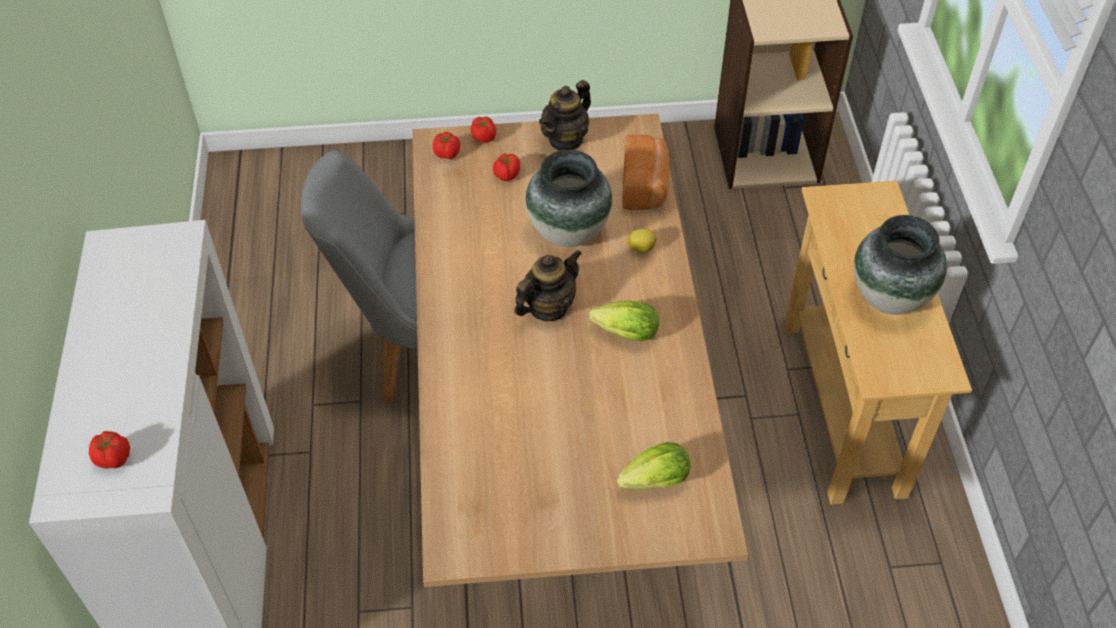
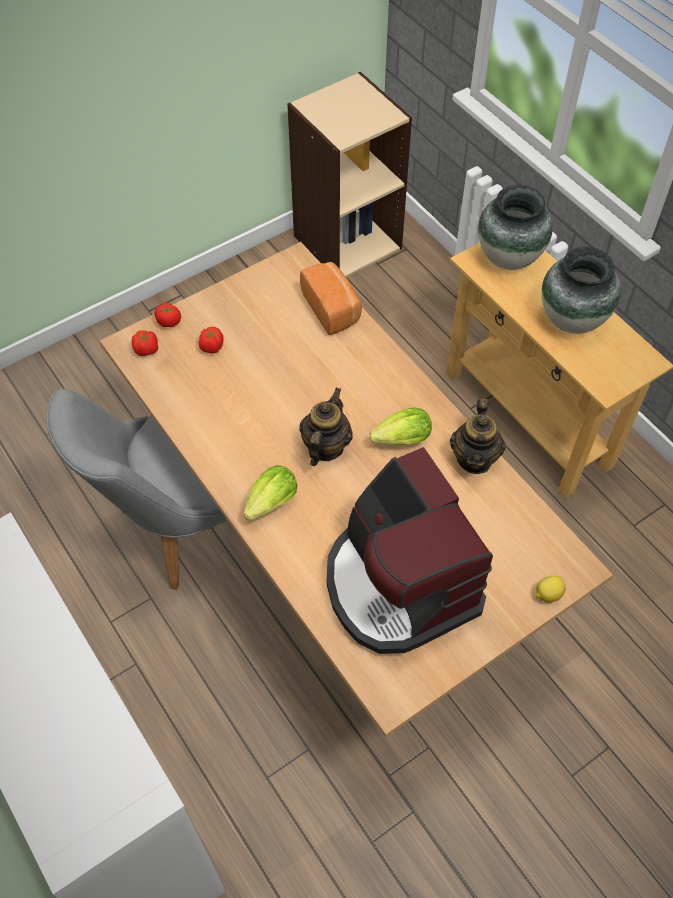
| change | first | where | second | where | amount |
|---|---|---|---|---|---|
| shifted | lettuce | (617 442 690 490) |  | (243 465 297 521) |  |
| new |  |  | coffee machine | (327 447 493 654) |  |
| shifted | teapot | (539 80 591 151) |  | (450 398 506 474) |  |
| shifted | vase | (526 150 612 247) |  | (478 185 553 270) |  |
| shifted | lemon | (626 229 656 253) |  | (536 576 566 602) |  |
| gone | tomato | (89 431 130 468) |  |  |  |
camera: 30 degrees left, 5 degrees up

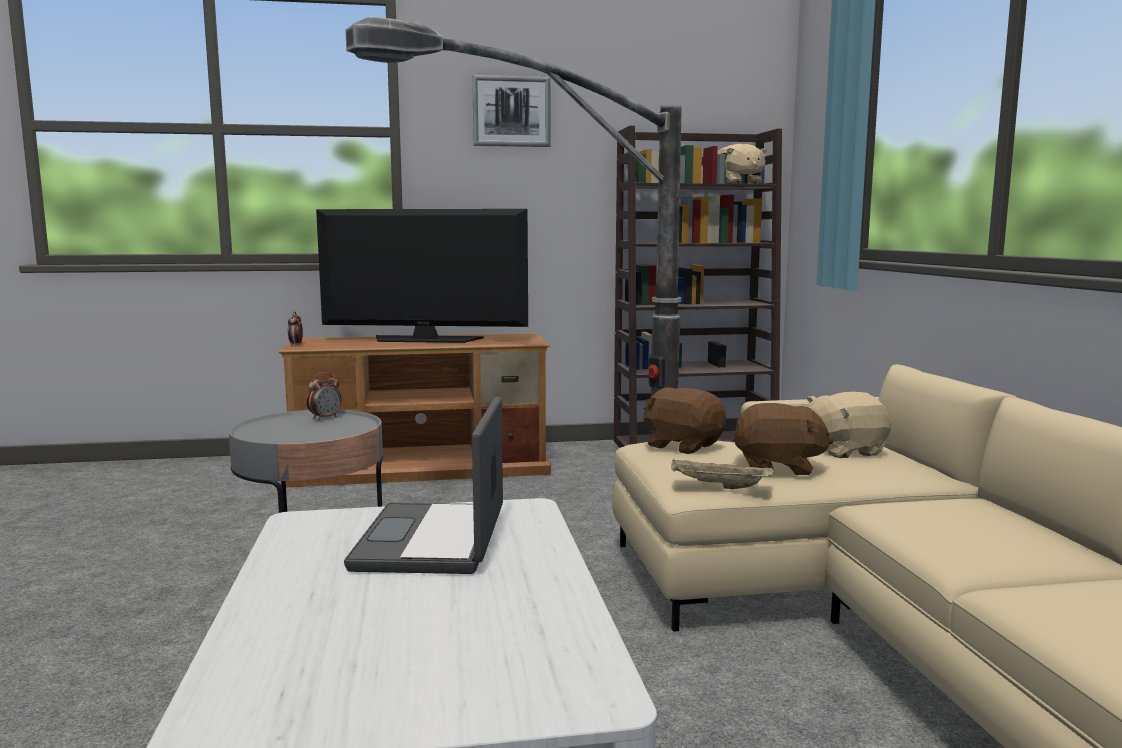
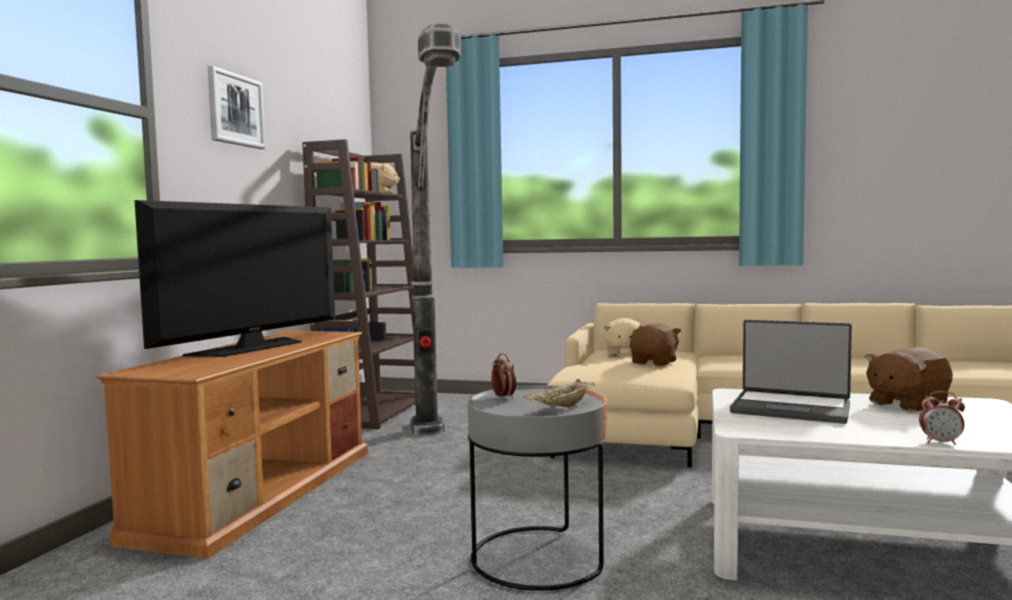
| change | first | where | second | where | amount |
|---|---|---|---|---|---|
| shifted | beige tray | (671 459 774 489) |  | (523 379 595 407) |  |
| shifted | brown plush toy | (643 388 726 454) |  | (865 347 953 412) |  |
| shifted | alarm clock | (288 311 303 346) |  | (919 391 965 445) |  |
camera: 65 degrees left, 5 degrees down

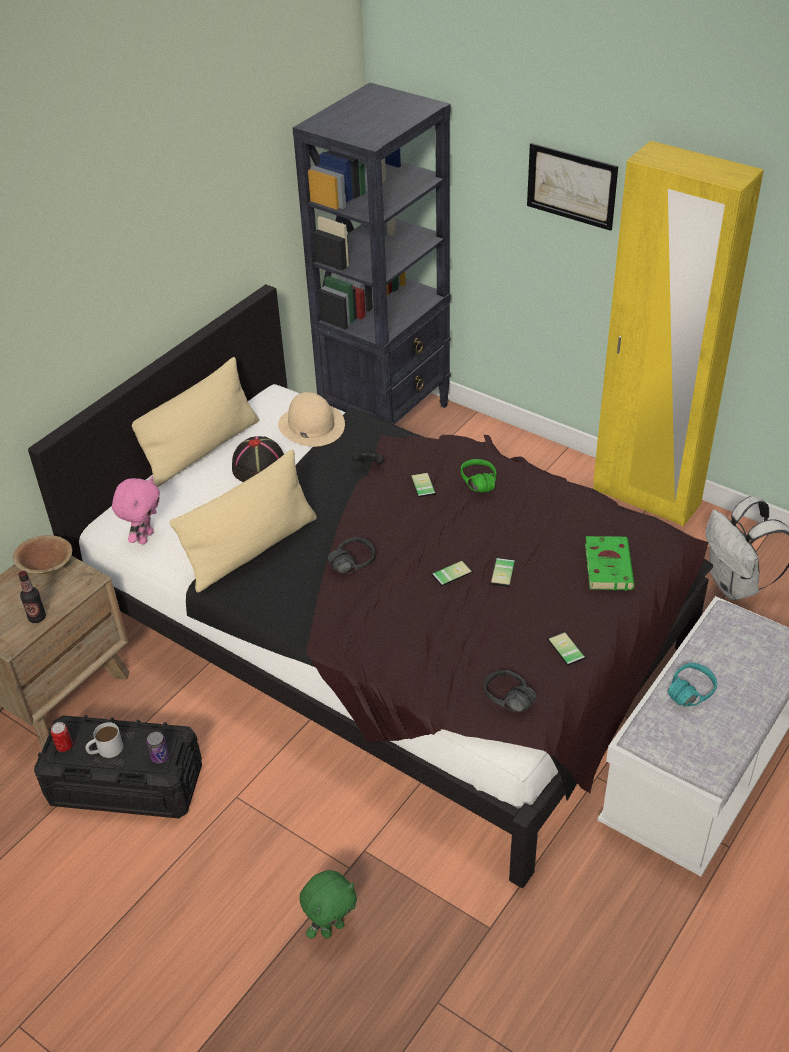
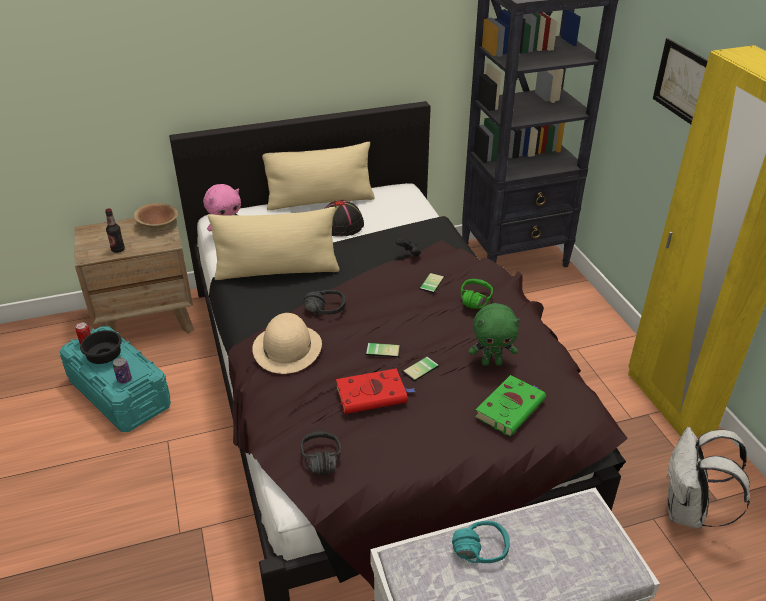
| change | first | where | second | where | amount |
|---|---|---|---|---|---|
| repainted | black storage box | (34 715 202 819) | turquoise storage box | (60 326 171 432) |  |
| swapped | white mug | (85 722 123 758) | black bowl | (80 330 122 364) |  |
| shifted | beige hat | (278 392 345 447) |  | (252 313 322 374) |  |
| new |  |  | red book | (336 369 416 414) |  |
| shifted | green plush toy | (299 870 357 939) |  | (469 303 520 366) |  |
| gone | phone | (547 631 586 665) |  |  |  |
camera: 35 degrees right, 5 degrees down

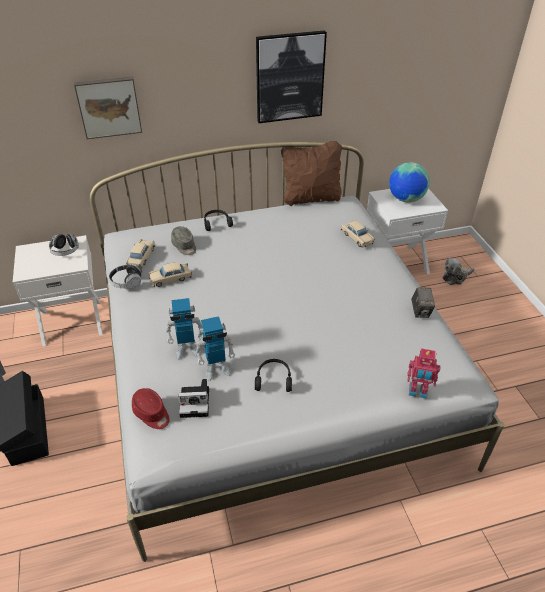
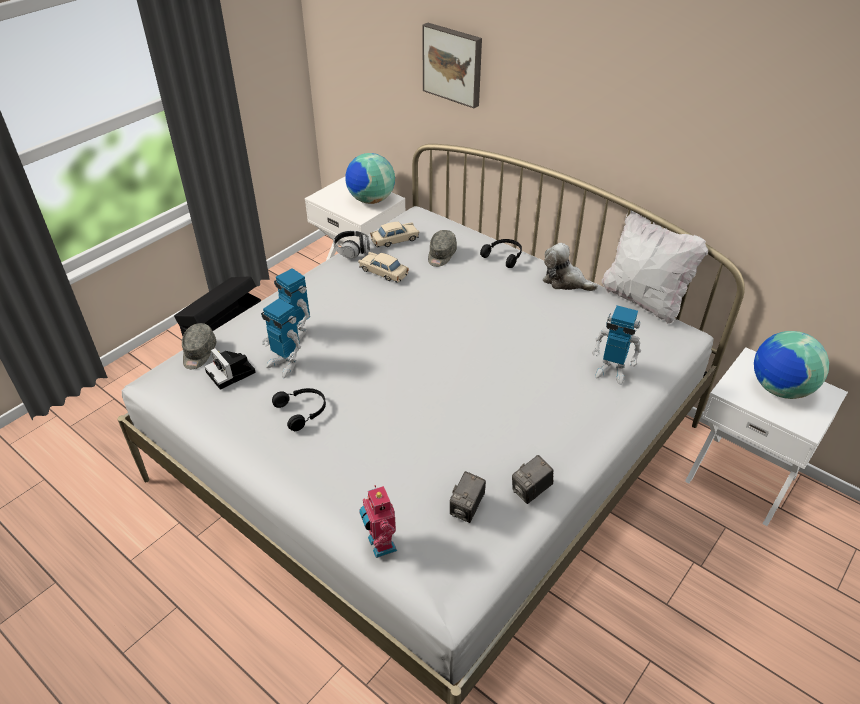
| change | first | where | second | where | amount |
|---|---|---|---|---|---|
| repainted | red cap | (132 388 169 429) | grey cap | (182 323 217 369) |  |
| swapped | headphones | (49 234 79 256) | globe | (345 153 395 204) |  |
| new |  |  | photo camera | (450 471 486 523) |  |
| shifted | plush toy | (443 258 474 285) |  | (542 243 598 291) |  |
| swapped | beige toy car | (341 221 375 248) | toy robot | (592 306 641 385) |  |
| repainted | brown pillow | (281 141 342 206) | white pillow | (602 211 708 324) |  |
| gone | picture | (256 30 327 123) |  |  |  |
camera: 55 degrees right, 0 degrees up

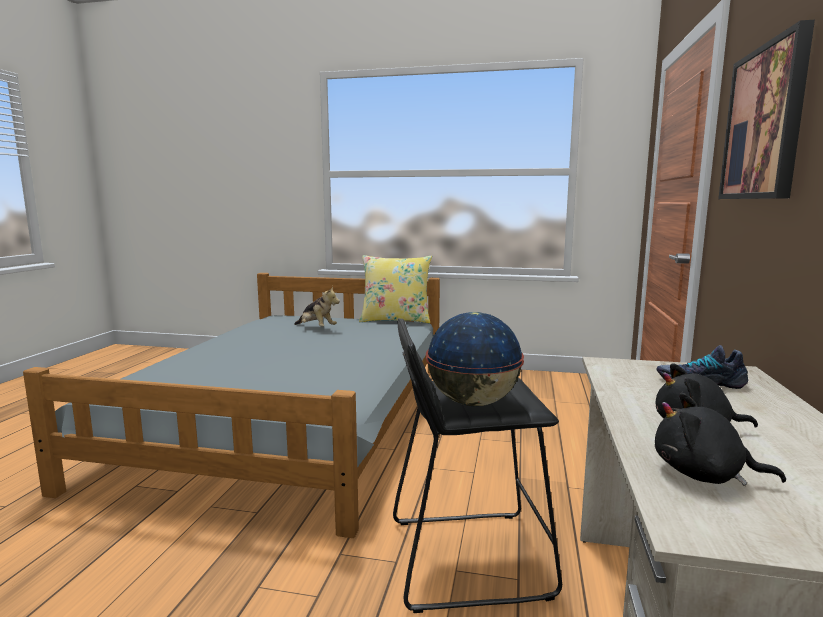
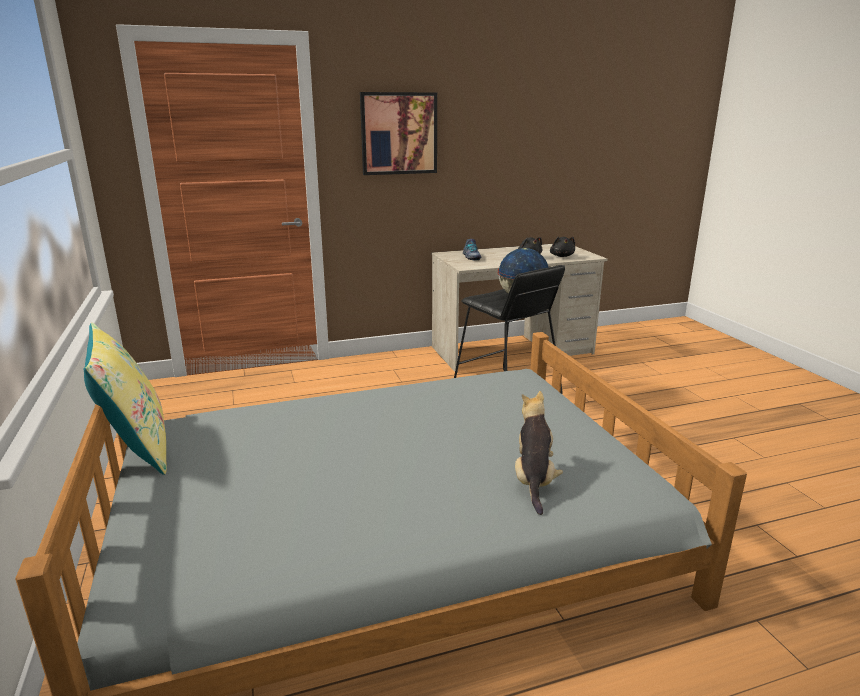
| change | first | where | second | where | amount |
|---|---|---|---|---|---|
| shifted | plush toy | (294 286 340 327) |  | (515 391 563 515) |  |
camera: 120 degrees left, 10 degrees up

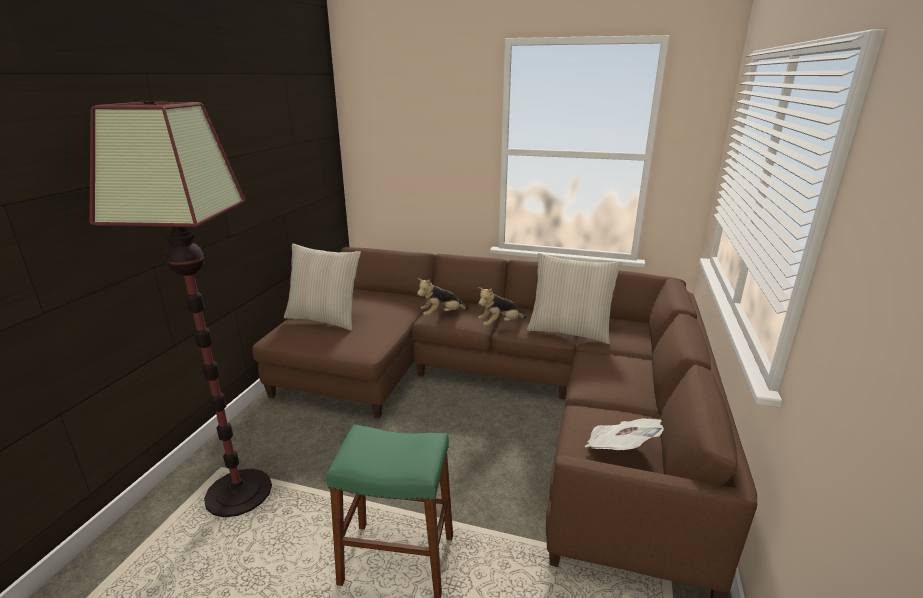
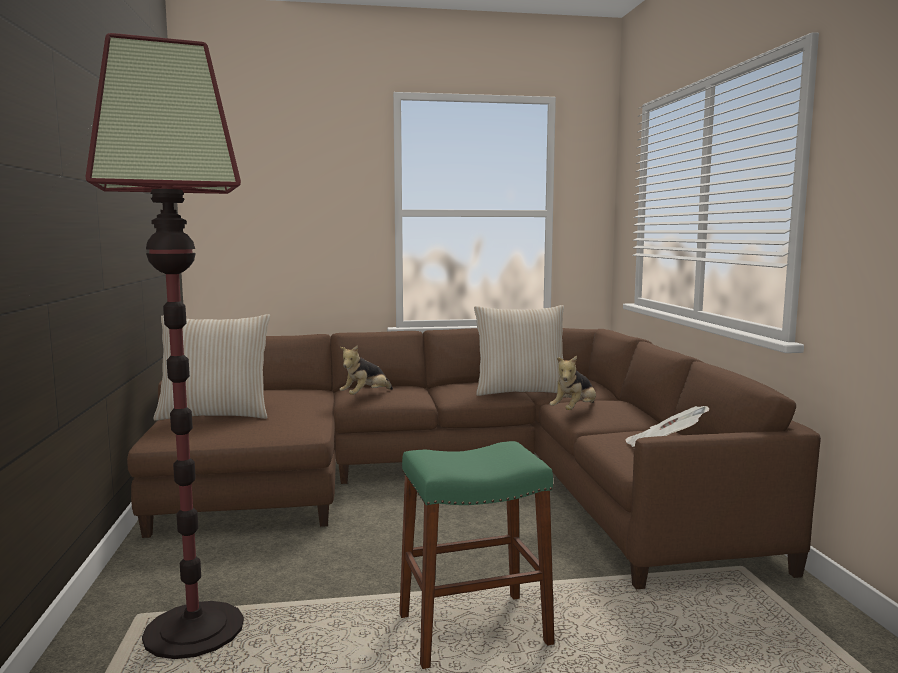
| change | first | where | second | where | amount |
|---|---|---|---|---|---|
| shifted | plush toy | (478 287 526 326) |  | (550 356 596 410) |  |
camera: 25 degrees left, 15 degrees down

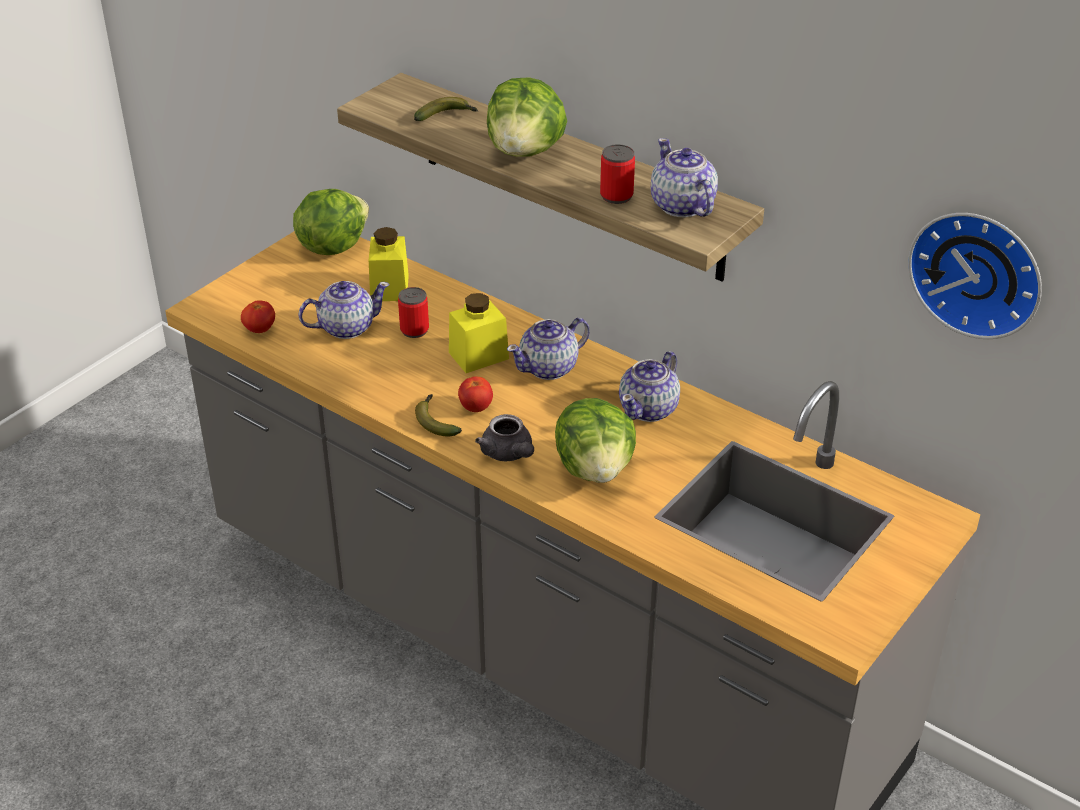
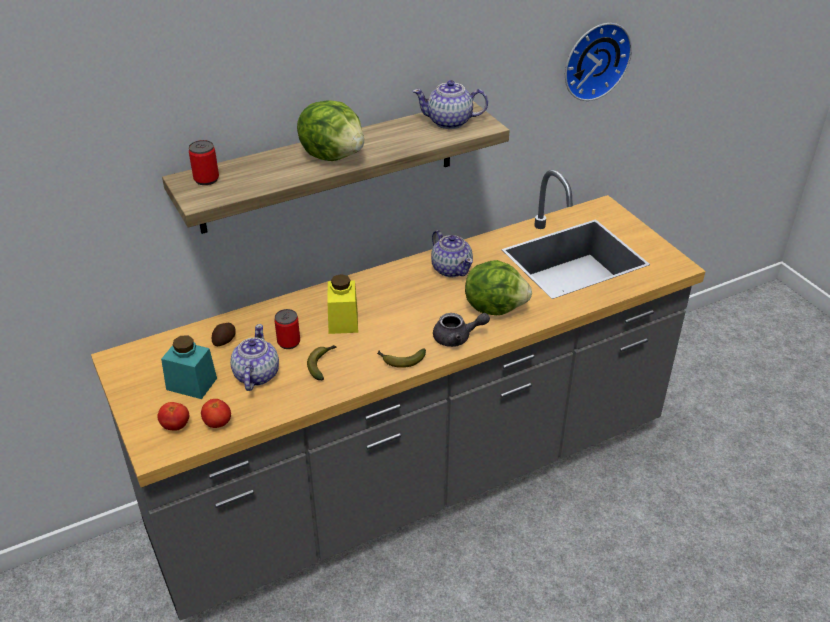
| change | first | where | second | where | amount |
|---|---|---|---|---|---|
| shifted | tomato | (458 376 493 412) |  | (157 402 189 431) |  |
| new |  |  | turquoise jar | (161 335 217 399) |  |
| shifted | can | (600 144 635 204) |  | (189 140 219 185) |  |
| swapped | yellow jar | (369 227 409 301) | potato | (212 323 236 346) |  |
| shifted | banana | (414 97 478 121) |  | (307 345 336 380) |  |
| gone | lettuce | (293 189 369 255) |  |  |  |
| gone | teapot | (507 318 589 380) |  |  |  |
camera: 65 degrees left, 0 degrees up

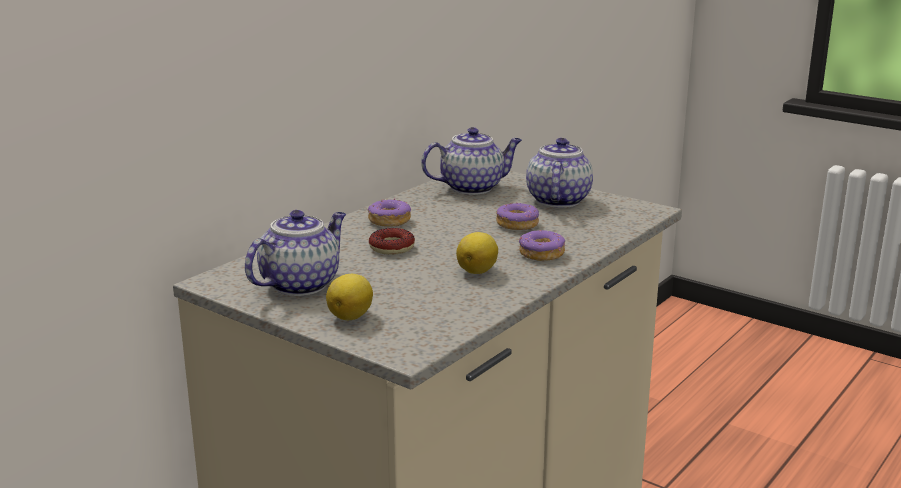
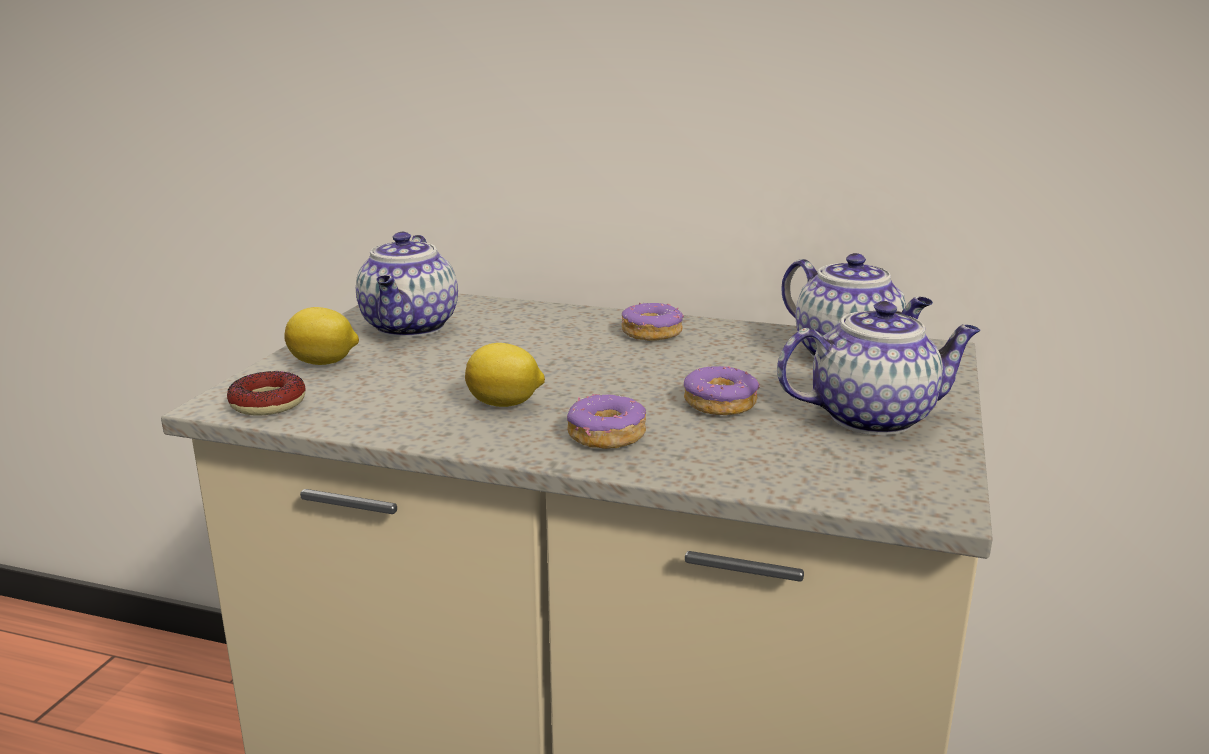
| change | first | where | second | where | amount |
|---|---|---|---|---|---|
| shifted | donut | (369 228 415 255) |  | (227 371 306 415) |  |
| rotated | teapot | (245 210 346 296) |  | (356 232 458 337) | 75 degrees clockwise |
camera: 70 degrees right, 0 degrees up

